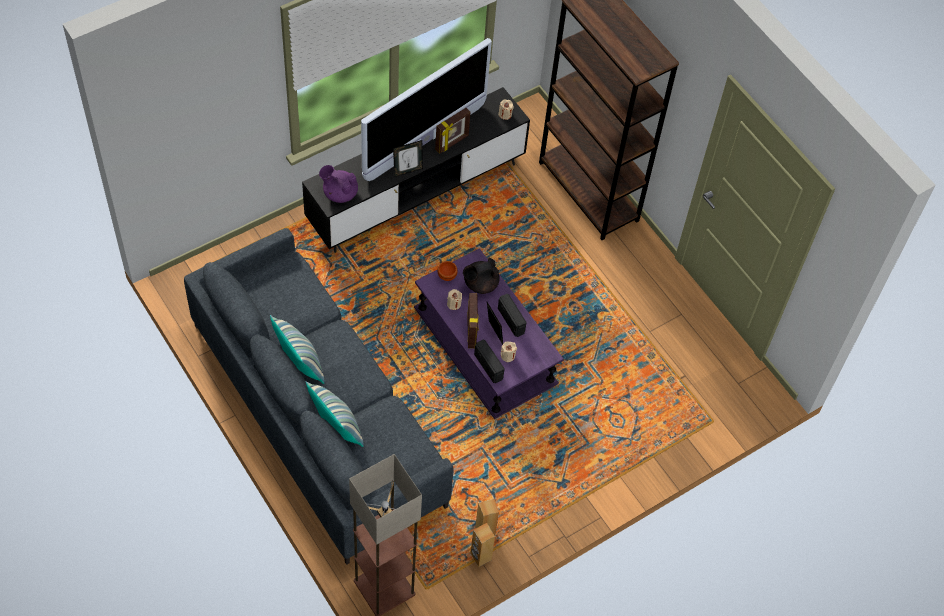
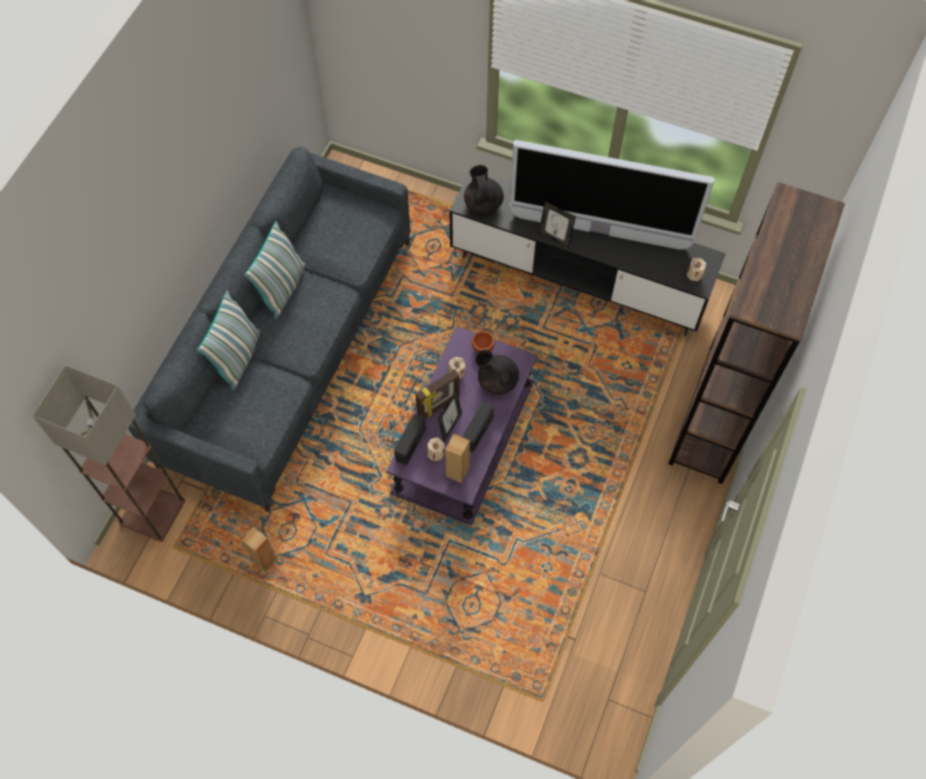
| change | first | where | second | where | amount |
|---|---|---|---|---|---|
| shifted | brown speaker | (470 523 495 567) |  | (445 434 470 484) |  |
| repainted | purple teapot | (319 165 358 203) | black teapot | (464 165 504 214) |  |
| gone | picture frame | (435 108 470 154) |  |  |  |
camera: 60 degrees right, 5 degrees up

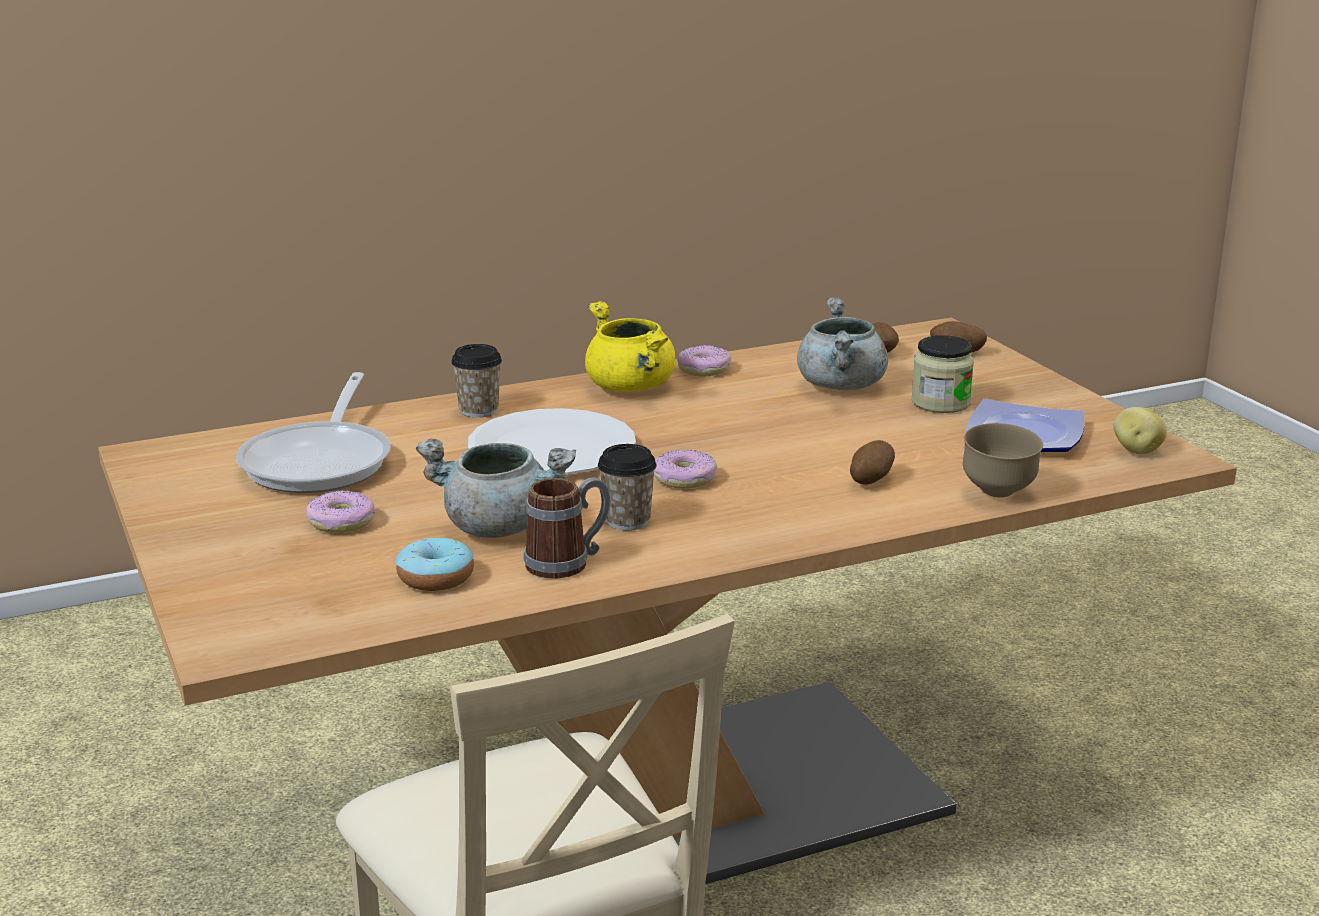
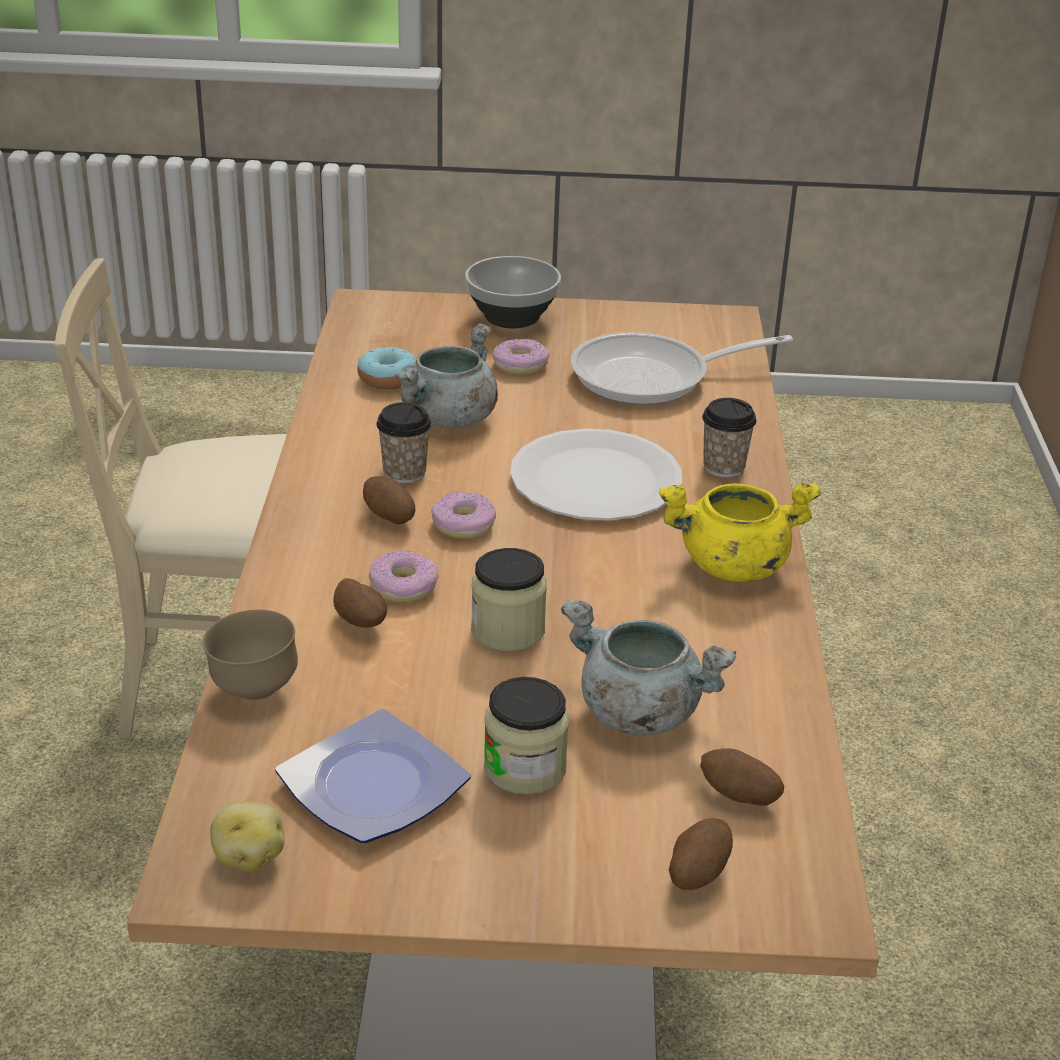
| change | first | where | second | where | amount |
|---|---|---|---|---|---|
| new |  |  | potato | (363 476 415 524) |  |
| shifted | donut | (677 345 731 377) |  | (369 550 439 602) |  |
| new |  |  | bowl | (465 256 561 328) |  |
| new |  |  | jar | (471 548 547 652) |  |
| rotated | frying pan | (236 372 391 493) |  | (570 332 793 405) | 45 degrees counterclockwise |
| gone | mug | (523 477 610 579) |  |  |  |
camera: 115 degrees right, 10 degrees up

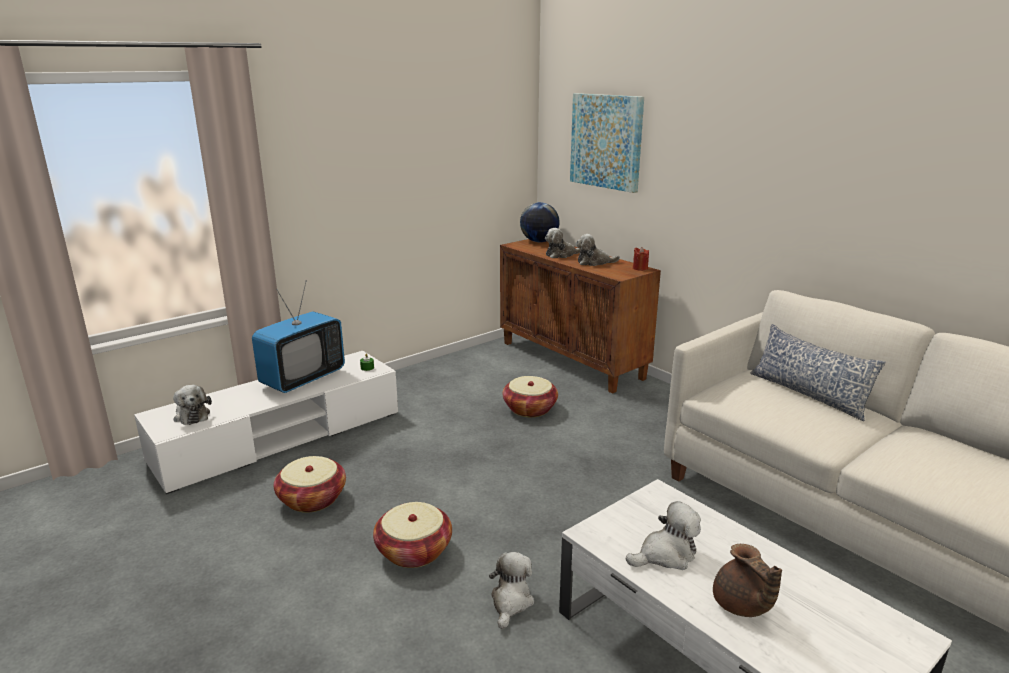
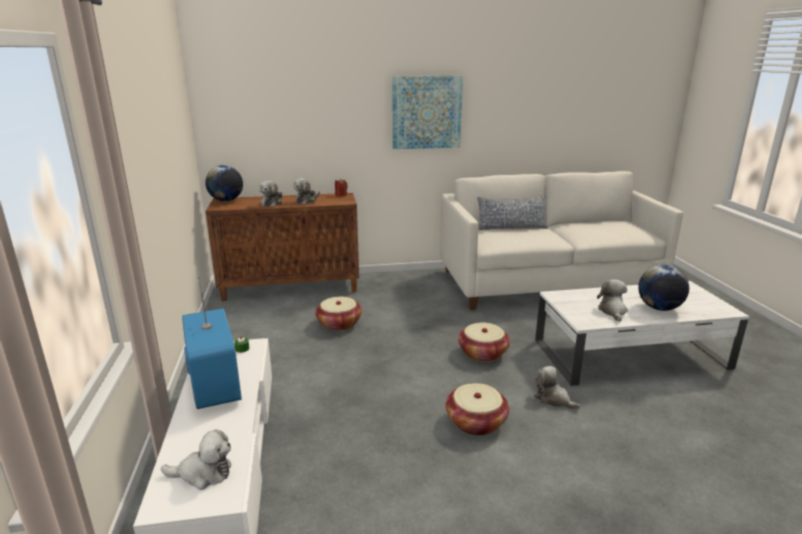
| change | first | where | second | where | amount |
|---|---|---|---|---|---|
| shifted | picture | (570 93 644 193) |  | (392 75 463 149) |  |
| shifted | basket | (274 456 346 513) |  | (458 322 510 362) |  |
| swapped | brown teapot | (713 544 782 617) | globe | (638 265 689 311) |  |
camera: 60 degrees left, 0 degrees up

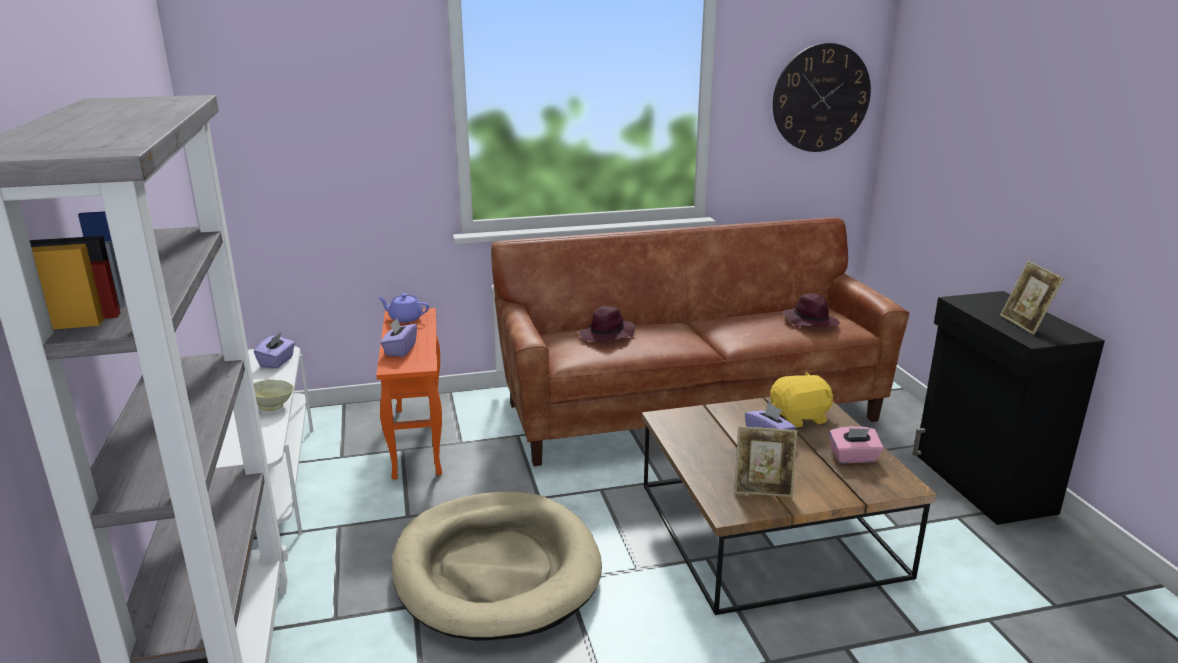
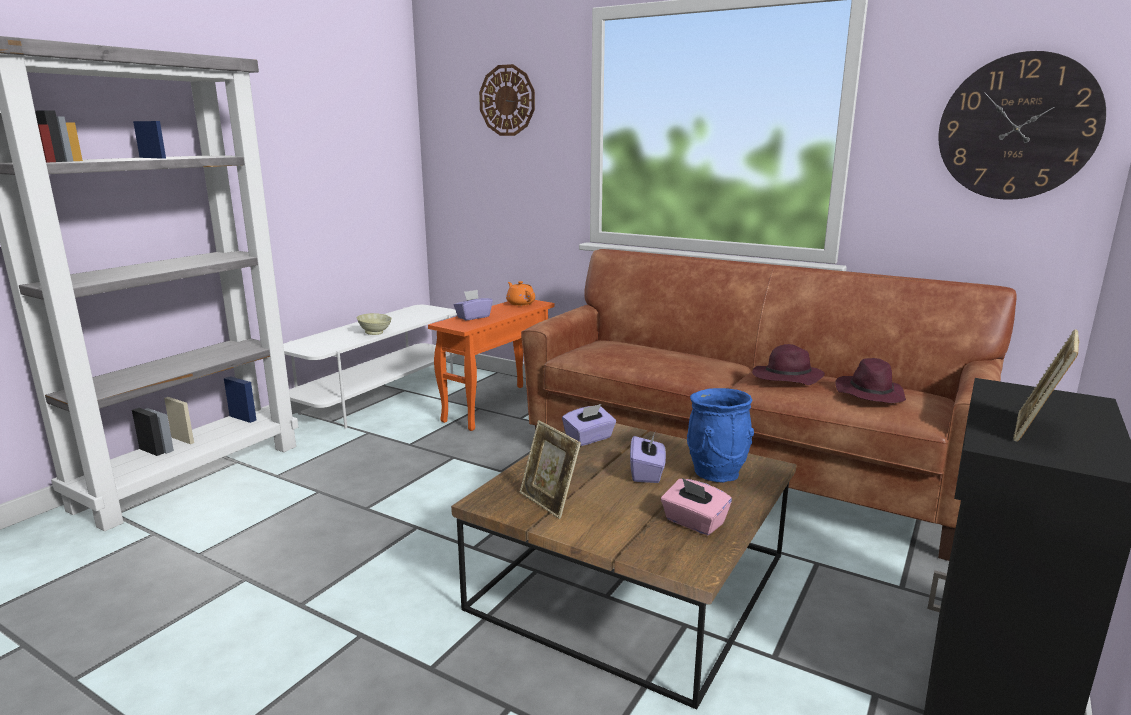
| change | first | where | second | where | amount |
|---|---|---|---|---|---|
| new |  |  | wall clock | (479 64 535 136) |  |
| repainted | purple teapot | (378 293 429 323) | orange teapot | (506 281 535 306) |  |
| shifted | purple tissue box | (254 333 295 369) |  | (562 404 616 446) |  |
| swapped | yellow plush toy | (770 371 834 428) | blue vase | (687 388 754 483) |  |
| shifted | purple hat | (578 306 635 342) |  | (752 344 825 385) |  |
| gone | beige dog bed | (392 491 602 641) |  |  |  |
camera: 45 degrees right, 5 degrees down

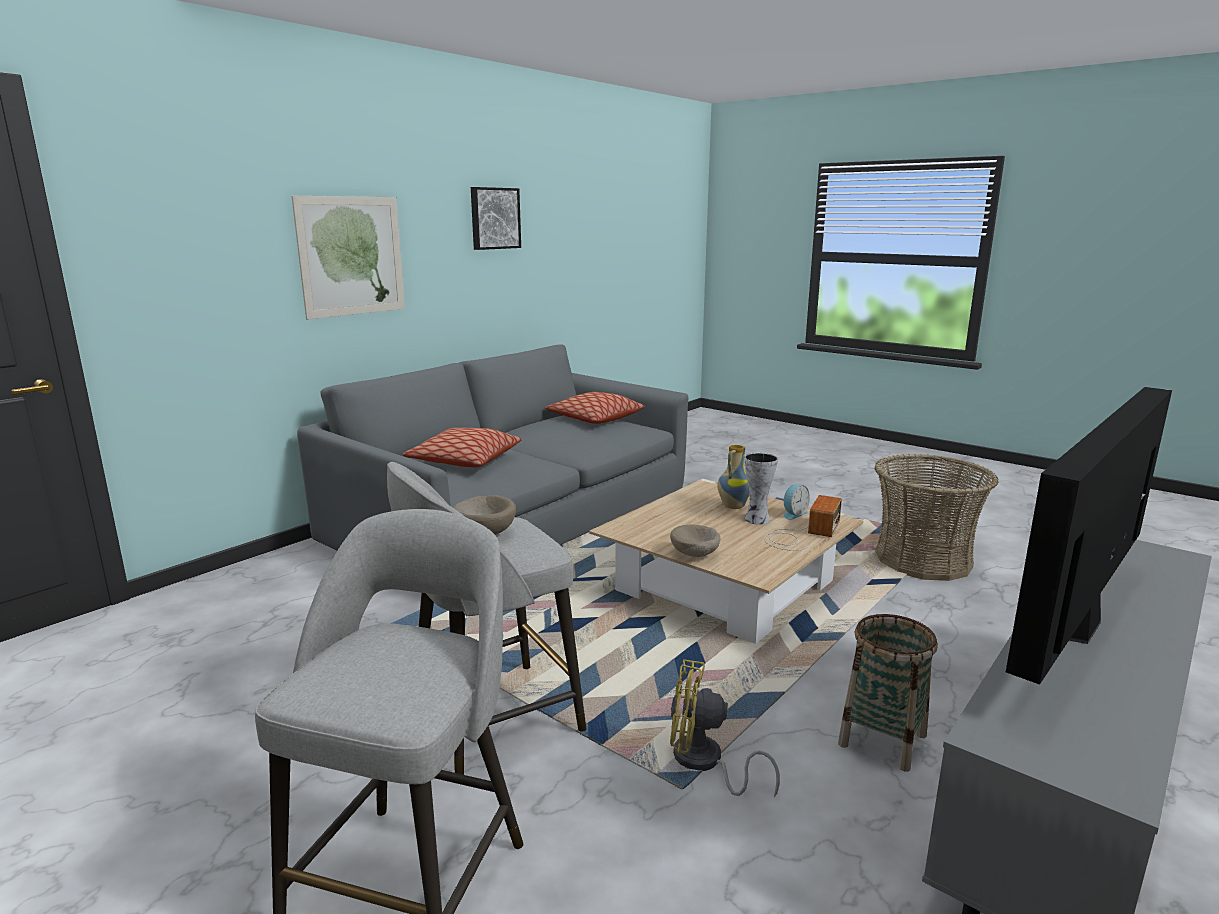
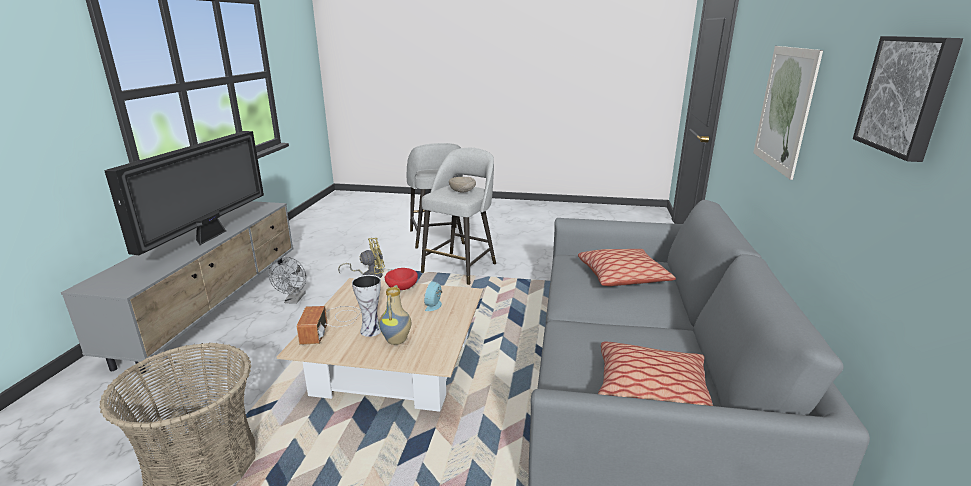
| change | first | where | second | where | amount |
|---|---|---|---|---|---|
| swapped | basket | (838 614 938 772) | grey fan | (268 257 306 304) |  |
| repainted | beige bowl | (670 525 720 557) | red bowl | (385 268 418 290) |  |
| shifted | alarm clock | (784 484 810 520) |  | (424 281 442 311) |  |
camera: 150 degrees right, 5 degrees up

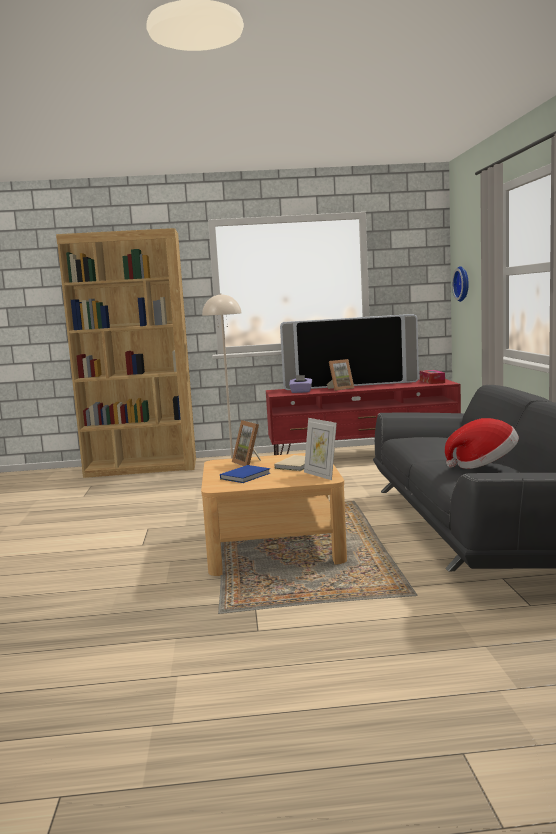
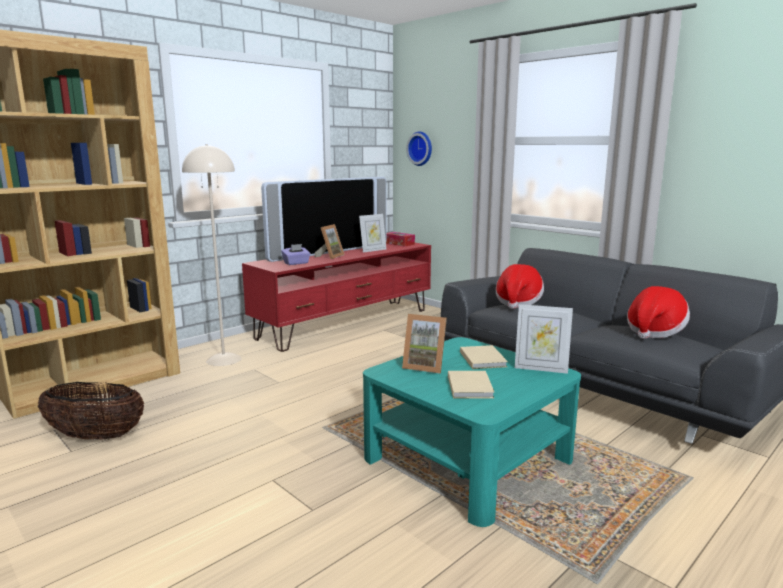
| change | first | where | second | where | amount |
|---|---|---|---|---|---|
| new |  |  | basket | (38 382 144 440) |  |
| new |  |  | picture frame | (359 214 386 253) |  |
| repainted | beige coffee table | (201 453 347 576) | turquoise coffee table | (363 337 581 527) |  |
| repainted | blue book | (220 465 270 483) | beige book | (448 371 495 398) |  |
| new |  |  | hat | (496 264 544 309) |  |
camera: 40 degrees left, 5 degrees up

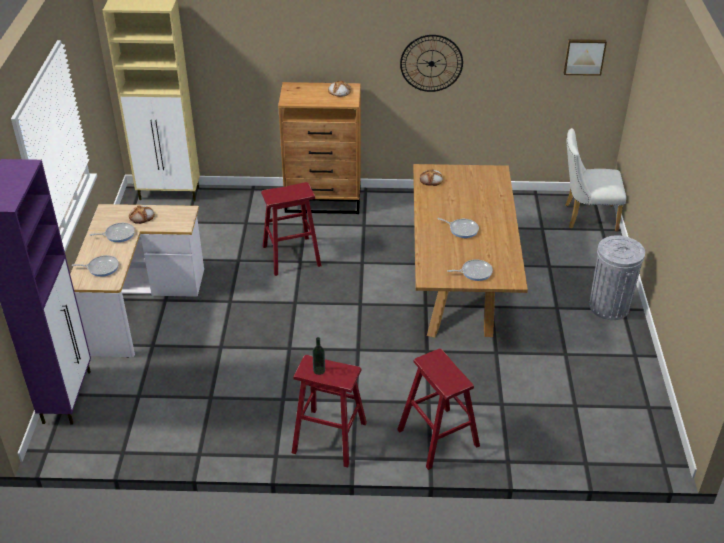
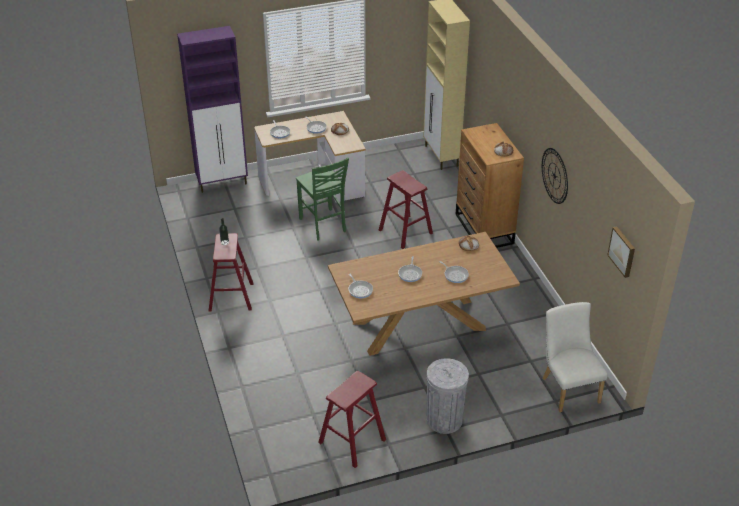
| change | first | where | second | where | amount |
|---|---|---|---|---|---|
| new |  |  | green chair | (296 157 349 241) |  |
| shifted | red stool | (397 349 480 470) |  | (318 371 386 468) |  |
| new |  |  | frying pan | (439 261 469 283) |  |
camera: 70 degrees right, 0 degrees up

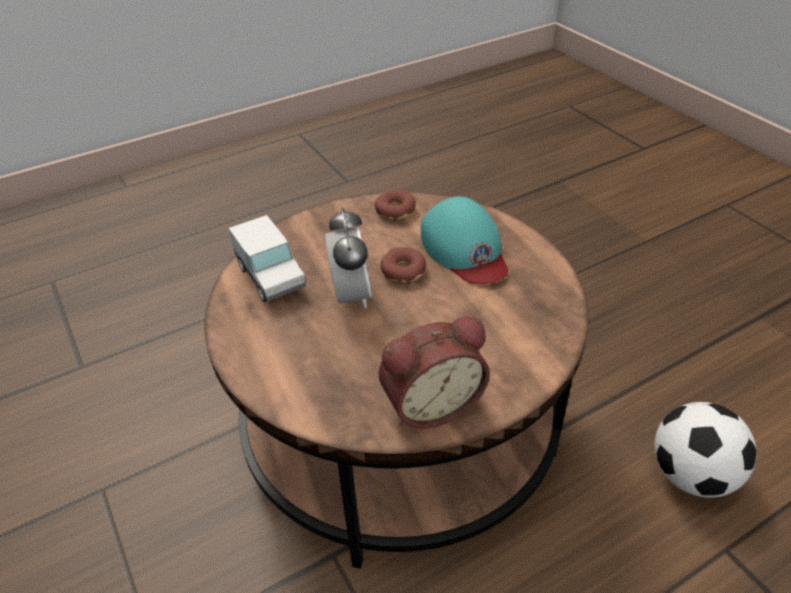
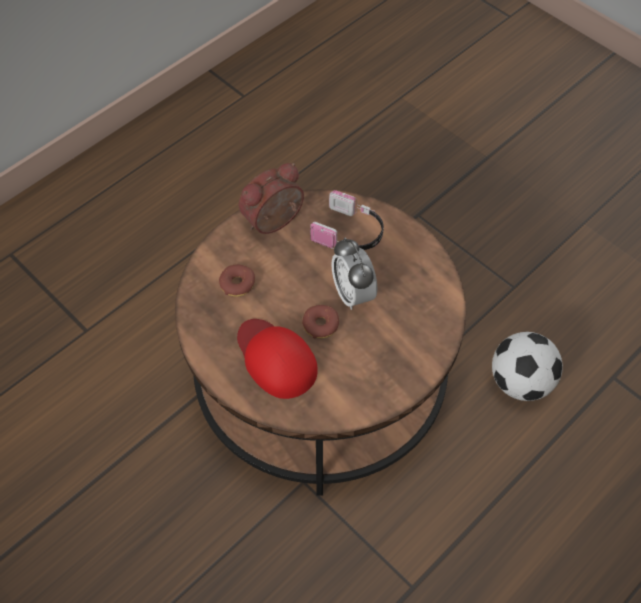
| change | first | where | second | where | amount |
|---|---|---|---|---|---|
| shifted | donut | (375 189 416 221) |  | (219 265 255 297) |  |
| repainted | turquoise cap | (421 197 508 284) | red cap | (237 319 318 399) |  |
| new |  |  | headphones | (310 190 384 250) |  |
| shifted | football | (654 402 757 498) |  | (492 332 563 401) |  |
| gone | toy truck | (229 215 305 302) |  |  |  |
camera: 165 degrees right, 15 degrees up

